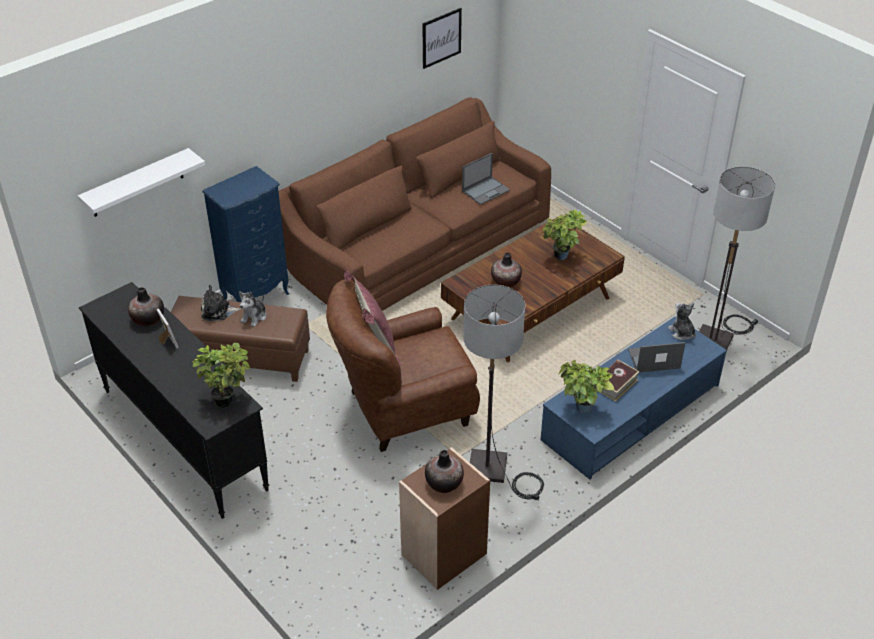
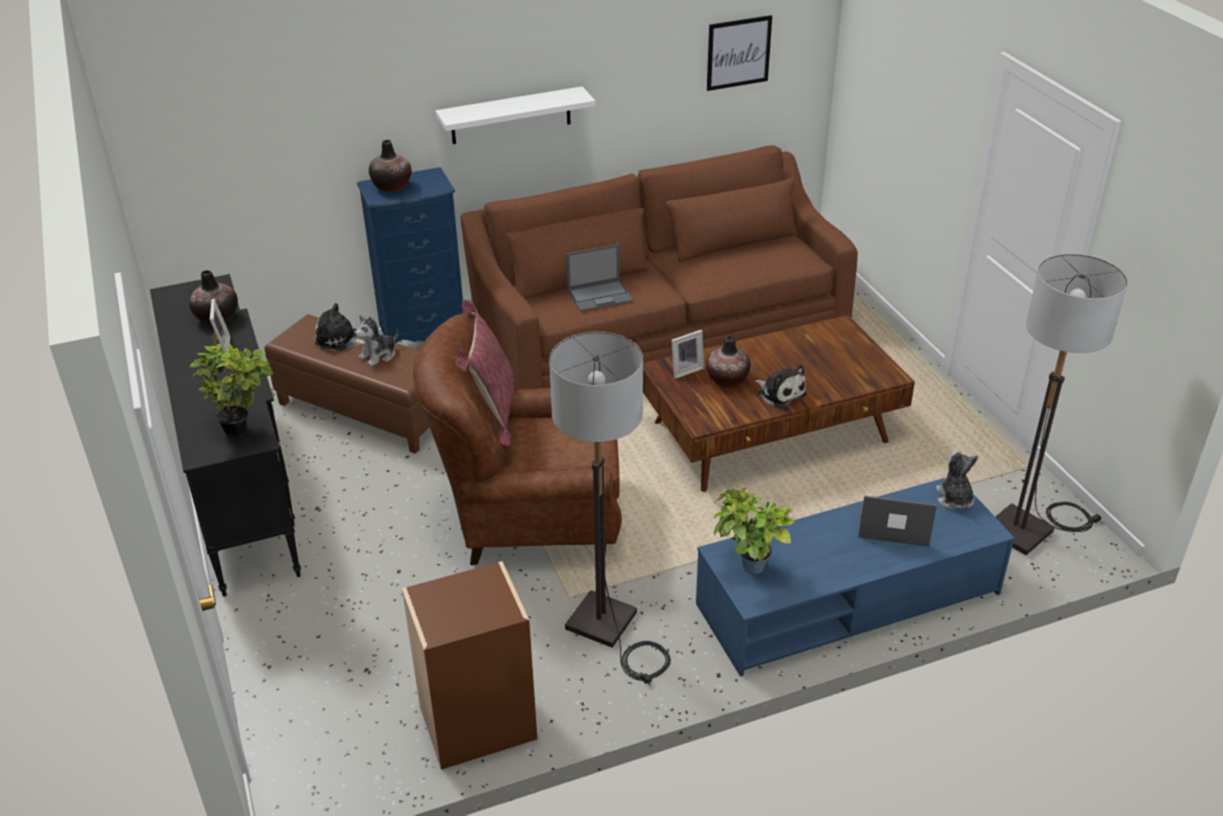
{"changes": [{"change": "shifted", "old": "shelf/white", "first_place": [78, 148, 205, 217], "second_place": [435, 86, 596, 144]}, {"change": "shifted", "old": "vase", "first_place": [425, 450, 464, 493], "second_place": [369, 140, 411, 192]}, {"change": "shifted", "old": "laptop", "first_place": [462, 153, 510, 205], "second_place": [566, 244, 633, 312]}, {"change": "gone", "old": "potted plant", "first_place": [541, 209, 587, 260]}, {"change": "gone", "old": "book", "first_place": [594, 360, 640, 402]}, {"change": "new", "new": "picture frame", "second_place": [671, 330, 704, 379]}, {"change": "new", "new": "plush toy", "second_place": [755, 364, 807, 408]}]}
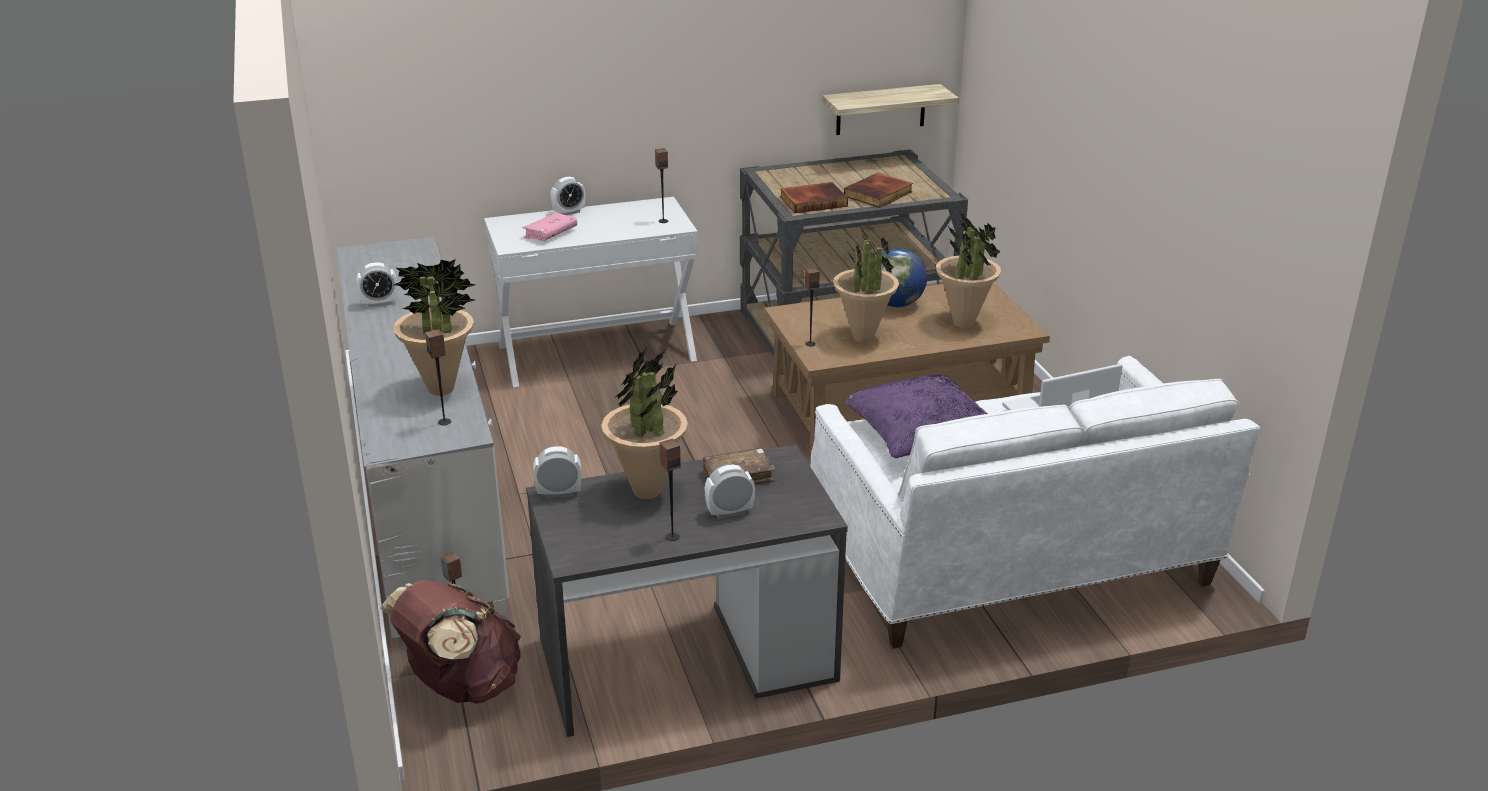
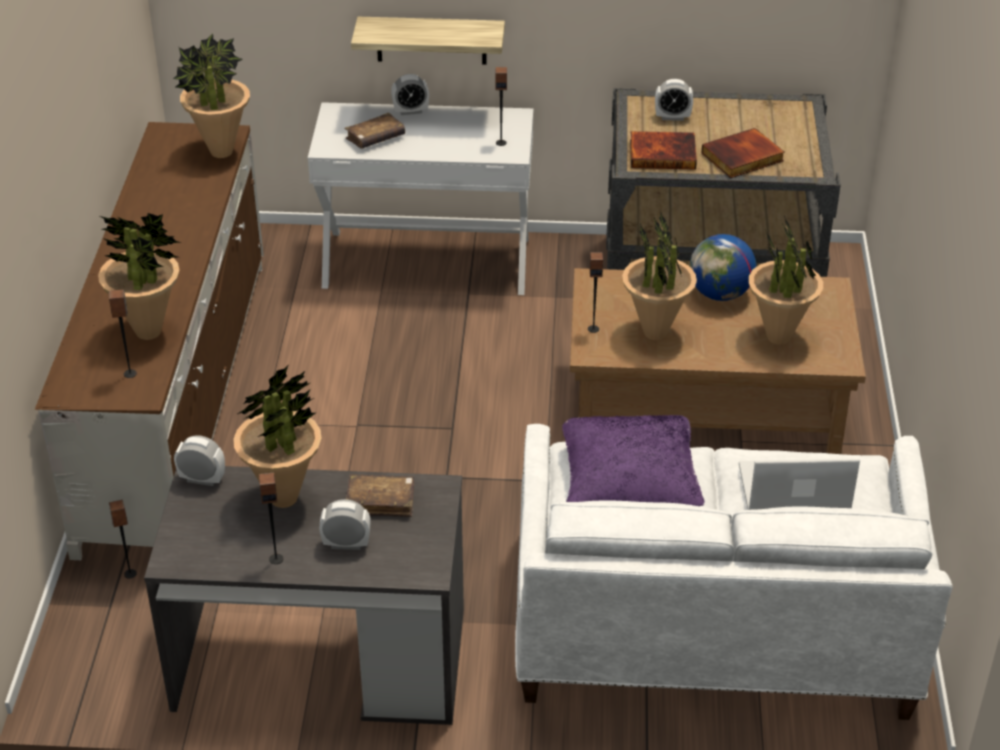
{"changes": [{"change": "repainted", "old": "cabinet/grey", "new": "cabinet/brown", "first_place": [336, 237, 510, 638], "second_place": [34, 122, 264, 560]}, {"change": "shifted", "old": "alarm clock", "first_place": [357, 262, 398, 307], "second_place": [655, 79, 693, 121]}, {"change": "gone", "old": "backpack/brown", "first_place": [380, 580, 521, 704]}, {"change": "repainted", "old": "book/pink", "new": "book/brown", "first_place": [523, 212, 577, 241], "second_place": [344, 113, 405, 149]}, {"change": "shifted", "old": "shelf", "first_place": [822, 84, 959, 135], "second_place": [351, 17, 505, 65]}, {"change": "new", "new": "potted plant", "second_place": [173, 34, 250, 158]}]}
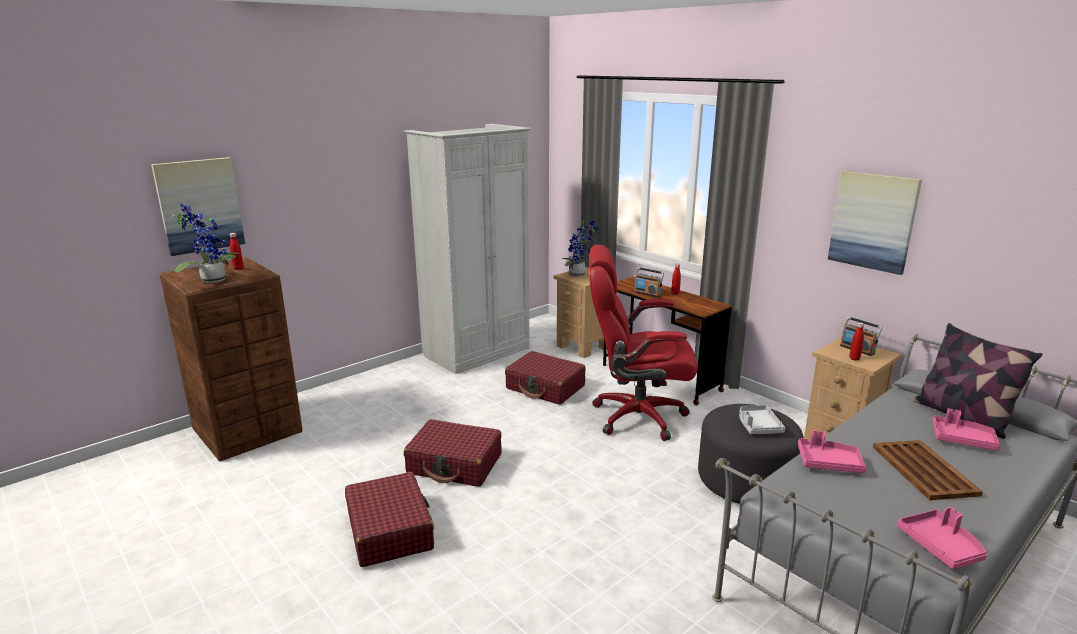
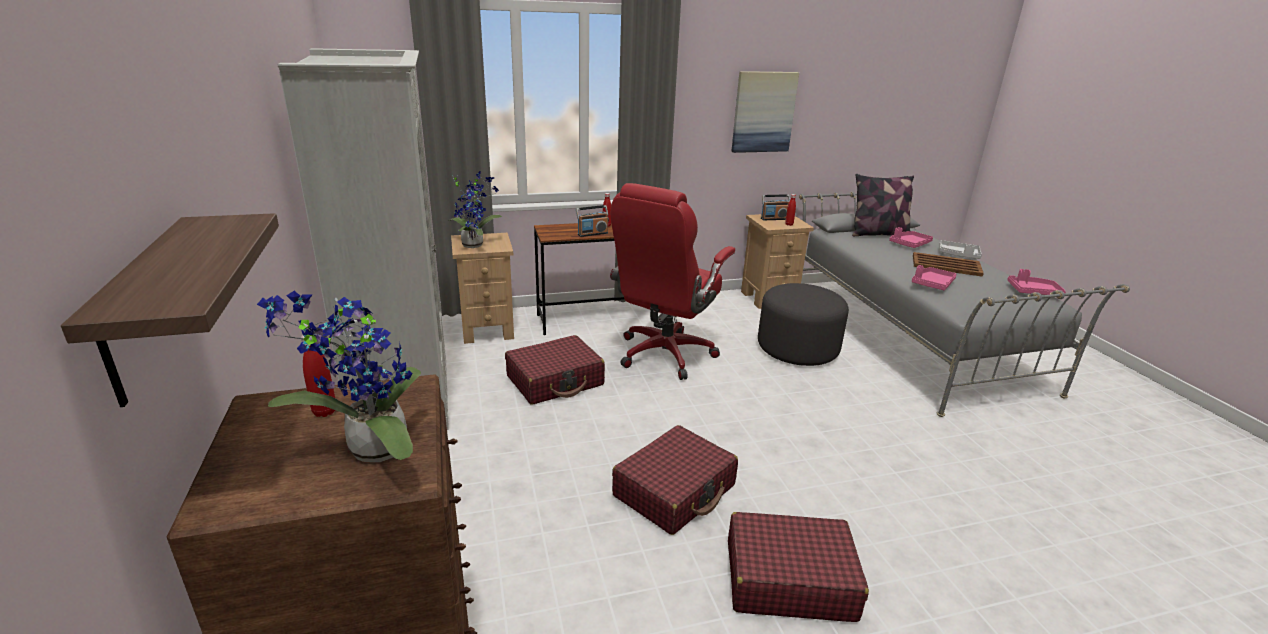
{"changes": [{"change": "swapped", "old": "picture", "new": "shelf", "first_place": [151, 157, 245, 256], "second_place": [61, 213, 279, 407]}, {"change": "shifted", "old": "tray/grey", "first_place": [739, 405, 785, 434], "second_place": [939, 240, 982, 259]}]}
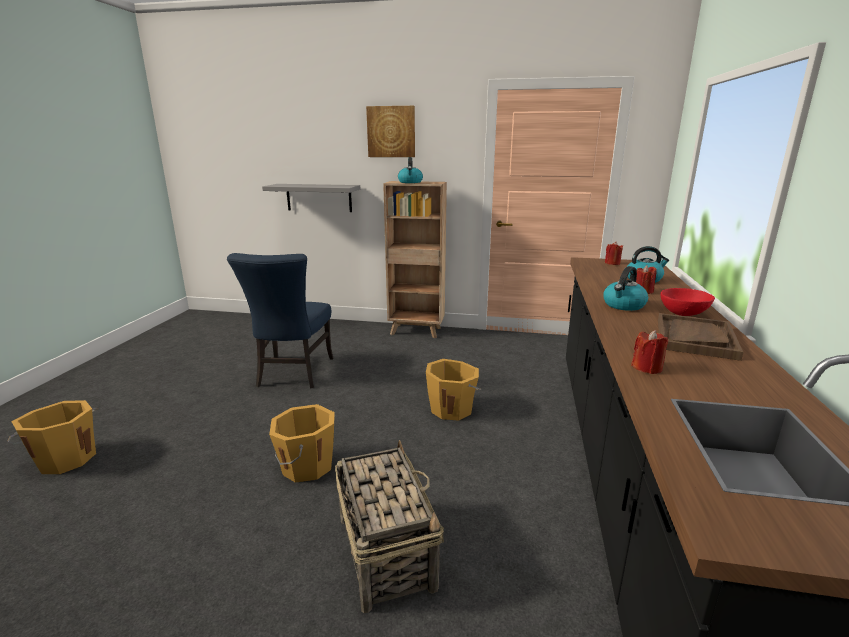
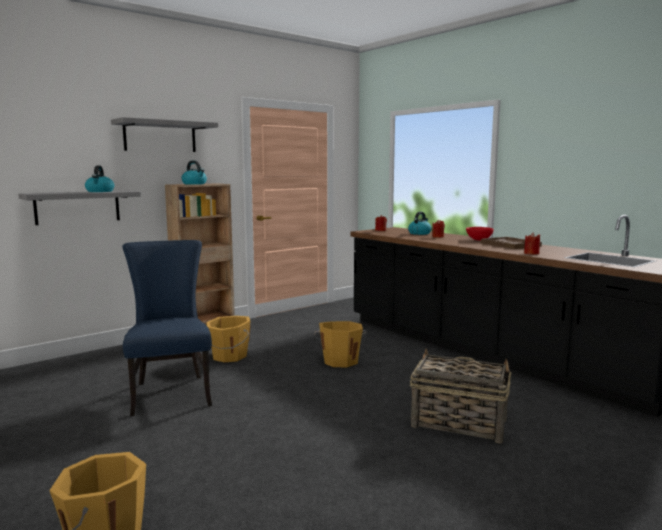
{"changes": [{"change": "rotated", "old": "chair/blue", "first_place": [227, 253, 334, 389], "second_place": [123, 240, 212, 416], "degrees": -150}, {"change": "shifted", "old": "bucket/orange", "first_place": [269, 404, 335, 483], "second_place": [207, 316, 251, 362]}, {"change": "swapped", "old": "picture", "new": "shelf/grey", "first_place": [366, 106, 415, 157], "second_place": [111, 117, 218, 152]}, {"change": "shifted", "old": "kettle", "first_place": [603, 266, 648, 311], "second_place": [85, 165, 114, 192]}]}
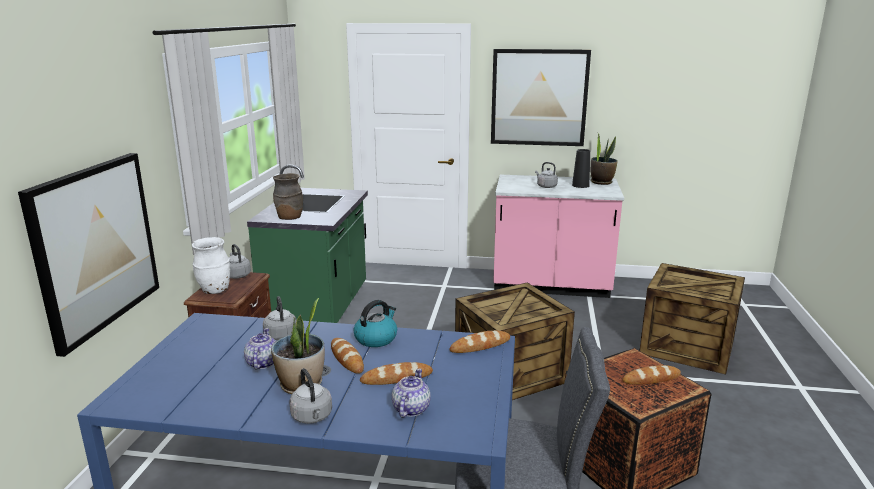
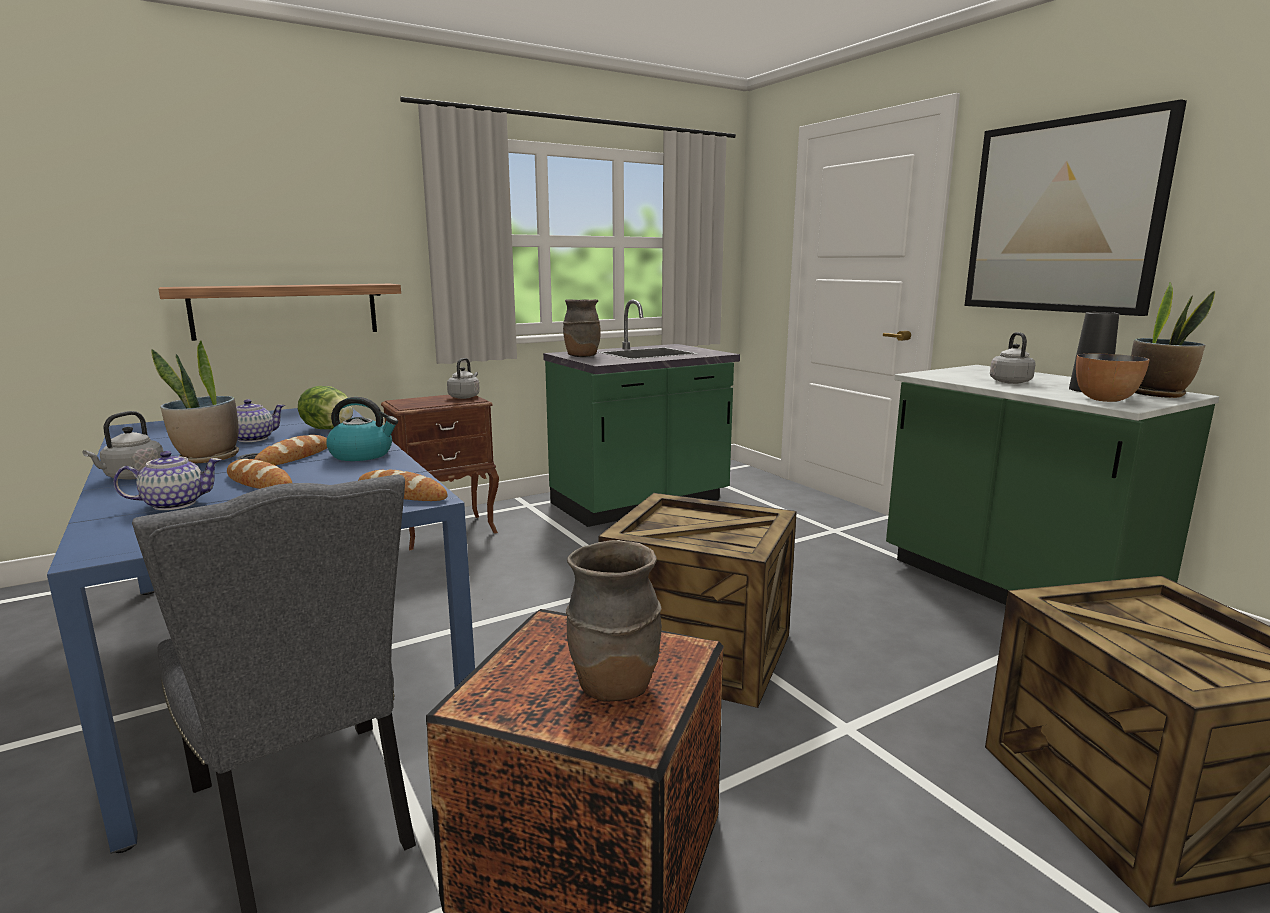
{"changes": [{"change": "swapped", "old": "picture", "new": "shelf", "first_place": [18, 153, 159, 357], "second_place": [159, 284, 401, 341]}, {"change": "gone", "old": "vase/white", "first_place": [192, 237, 230, 294]}, {"change": "swapped", "old": "kettle/grey", "new": "lettuce", "first_place": [263, 296, 297, 340], "second_place": [298, 386, 353, 429]}, {"change": "repainted", "old": "counter/pink", "new": "counter/green", "first_place": [493, 175, 624, 298], "second_place": [886, 365, 1219, 605]}, {"change": "swapped", "old": "bread", "new": "vase/brown", "first_place": [622, 365, 681, 385], "second_place": [566, 540, 662, 702]}, {"change": "new", "new": "bowl", "second_place": [1076, 354, 1149, 402]}]}
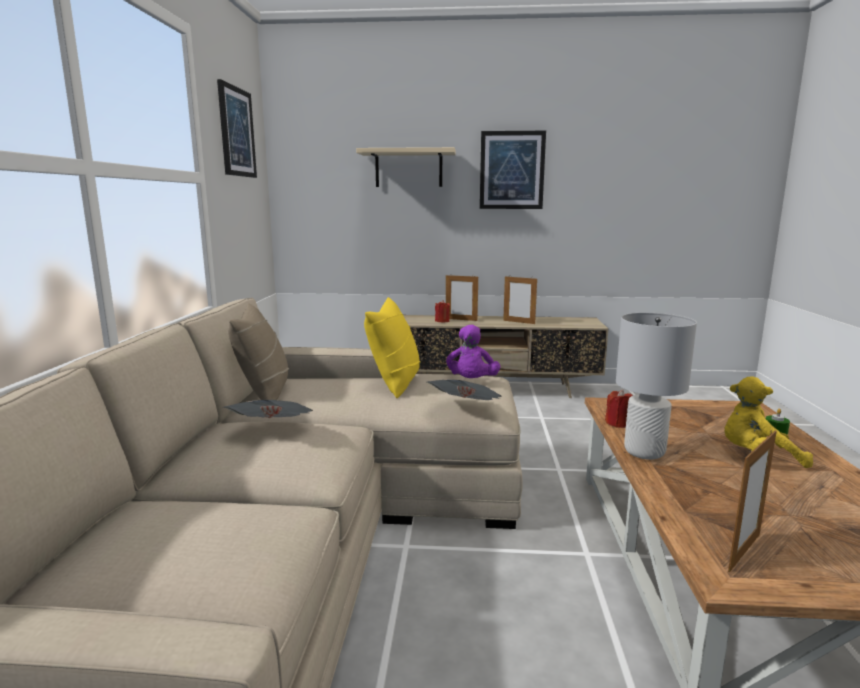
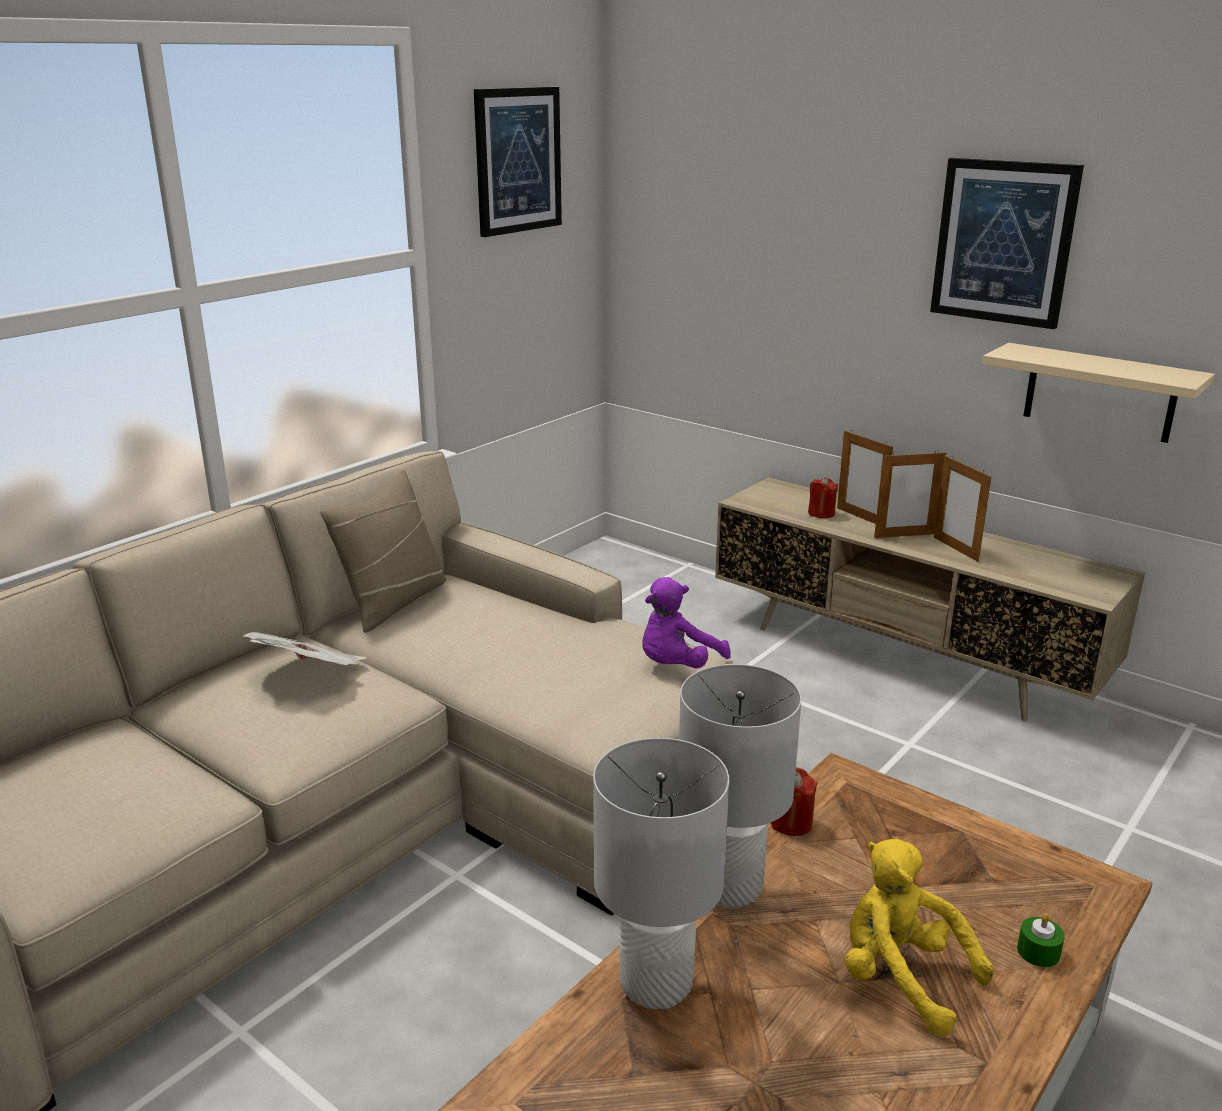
{"changes": [{"change": "shifted", "old": "shelf/beige", "first_place": [356, 147, 456, 187], "second_place": [982, 343, 1215, 443]}, {"change": "gone", "old": "pillow/yellow", "first_place": [364, 297, 420, 398]}, {"change": "gone", "old": "newspaper", "first_place": [427, 380, 502, 400]}, {"change": "shifted", "old": "picture frame", "first_place": [728, 430, 777, 572], "second_place": [874, 451, 946, 538]}, {"change": "new", "new": "table lamp/grey", "second_place": [593, 738, 729, 1010]}]}
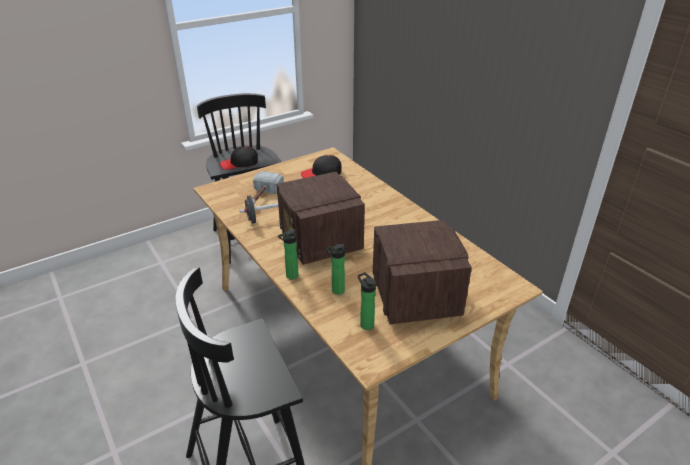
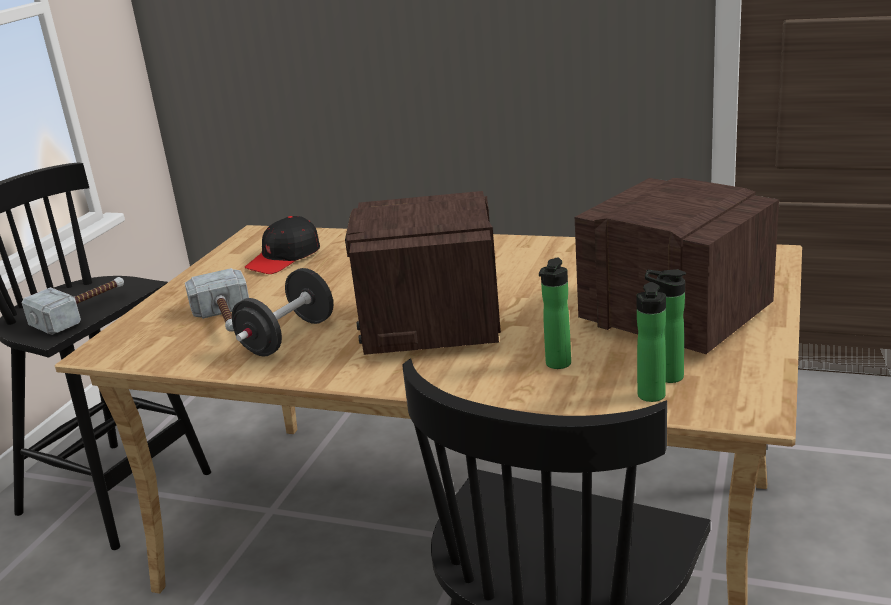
{"changes": [{"change": "swapped", "old": "cap/black", "new": "hammer", "first_place": [220, 146, 258, 170], "second_place": [22, 277, 124, 335]}, {"change": "rotated", "old": "radio", "first_place": [277, 172, 365, 265], "second_place": [345, 191, 501, 355], "degrees": 60}, {"change": "shifted", "old": "bottle", "first_place": [278, 229, 299, 280], "second_place": [636, 282, 666, 402]}]}
